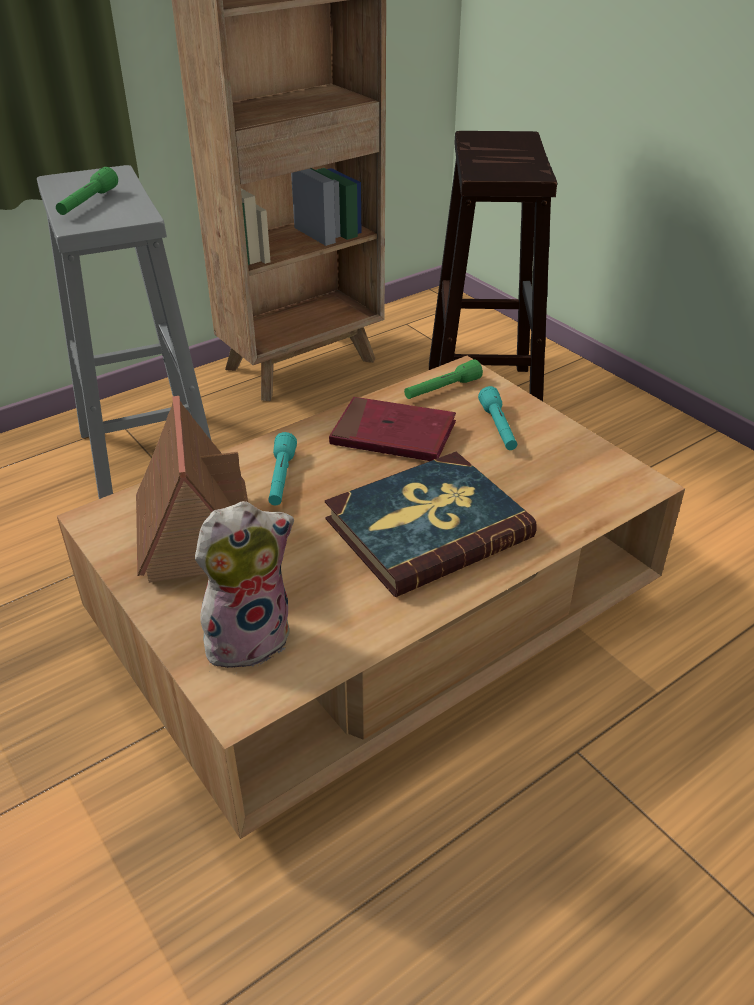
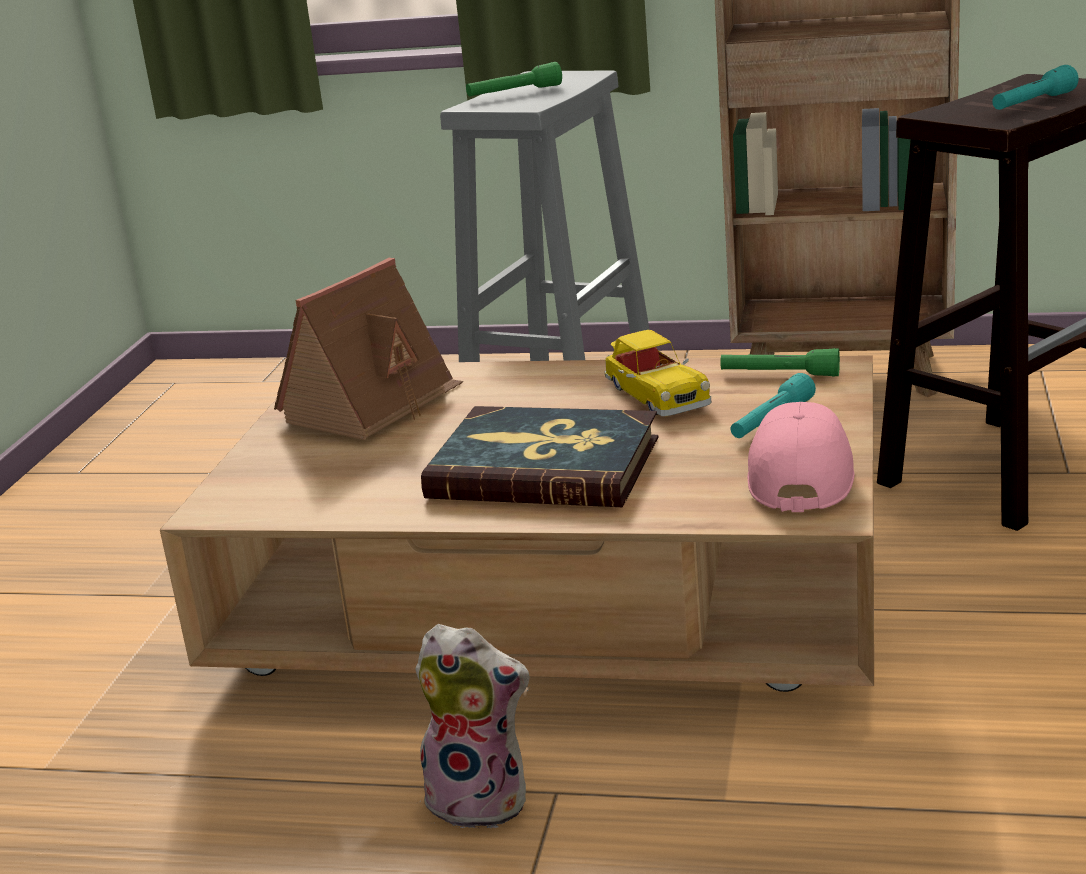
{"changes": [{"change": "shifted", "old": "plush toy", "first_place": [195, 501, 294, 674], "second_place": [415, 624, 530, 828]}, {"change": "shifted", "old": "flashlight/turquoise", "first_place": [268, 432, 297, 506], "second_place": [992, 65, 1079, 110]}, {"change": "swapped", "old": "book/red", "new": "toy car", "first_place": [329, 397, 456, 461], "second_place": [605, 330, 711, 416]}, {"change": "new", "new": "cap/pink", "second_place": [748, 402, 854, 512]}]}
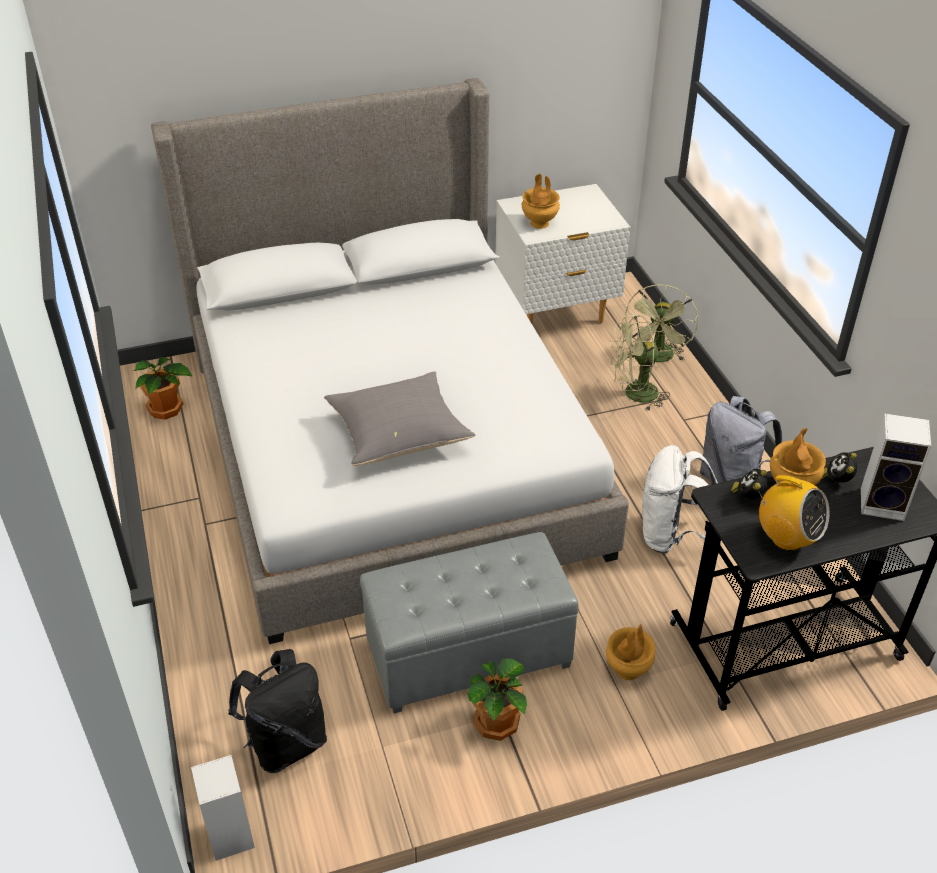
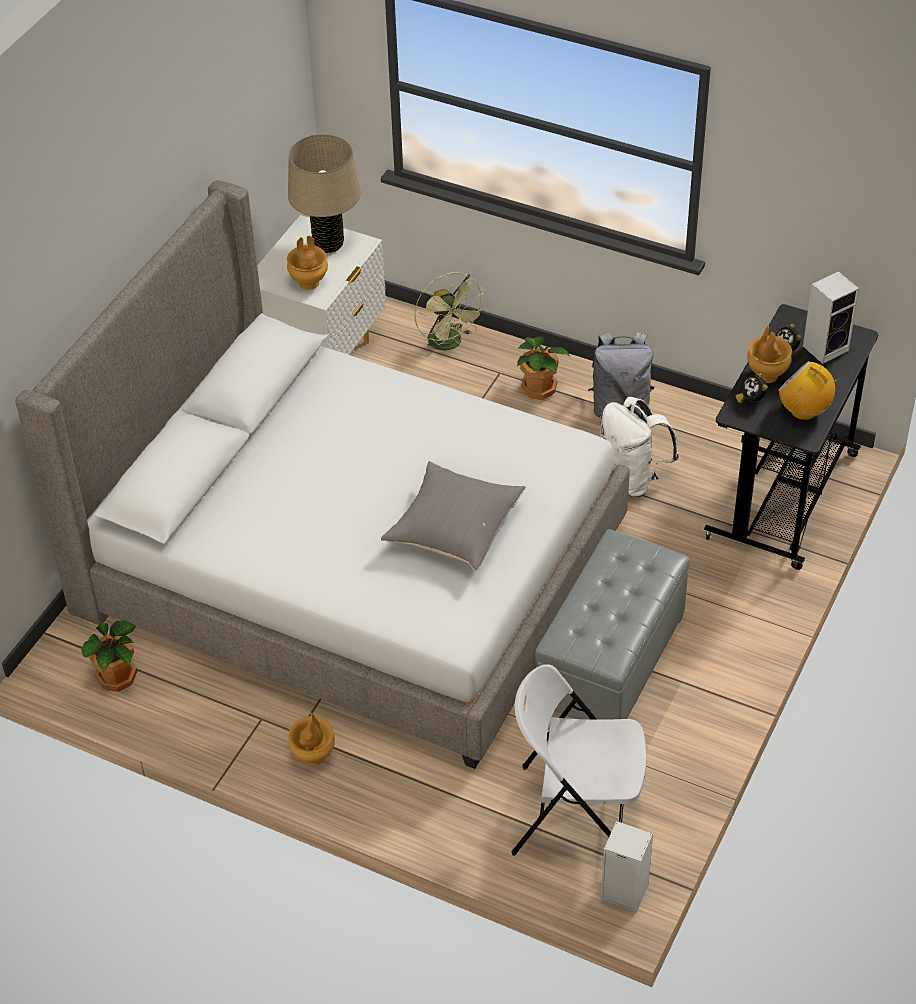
{"changes": [{"change": "swapped", "old": "backpack/black", "new": "chair/white", "first_place": [228, 649, 327, 773], "second_place": [512, 664, 646, 856]}, {"change": "shifted", "old": "potted plant", "first_place": [468, 659, 527, 741], "second_place": [517, 336, 570, 400]}, {"change": "shifted", "old": "vase/brown", "first_place": [606, 624, 656, 680], "second_place": [288, 712, 335, 766]}, {"change": "gone", "old": "fan/green", "first_place": [610, 315, 670, 410]}, {"change": "rotated", "old": "radio", "first_place": [757, 475, 830, 551], "second_place": [779, 361, 843, 420], "degrees": -135}, {"change": "new", "new": "table lamp/beige", "second_place": [288, 134, 361, 253]}]}
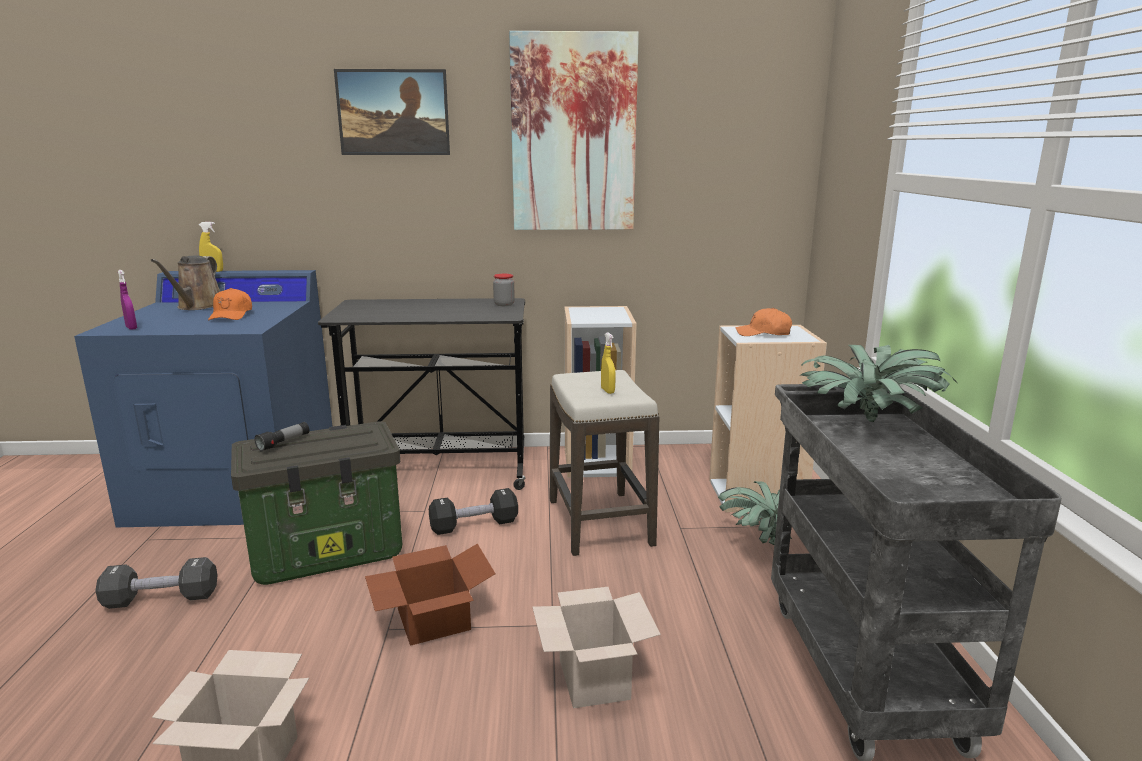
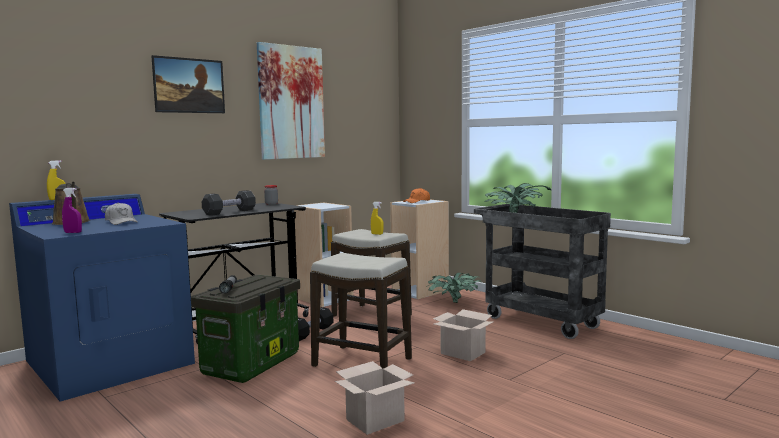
{"changes": [{"change": "shifted", "old": "dumbbell/black", "first_place": [95, 557, 217, 609], "second_place": [202, 190, 256, 216]}, {"change": "repainted", "old": "cap/orange", "new": "cap/white", "first_place": [208, 288, 252, 320], "second_place": [105, 202, 138, 225]}, {"change": "swapped", "old": "cardboard box", "new": "stool", "first_place": [365, 543, 495, 646], "second_place": [310, 253, 412, 369]}]}
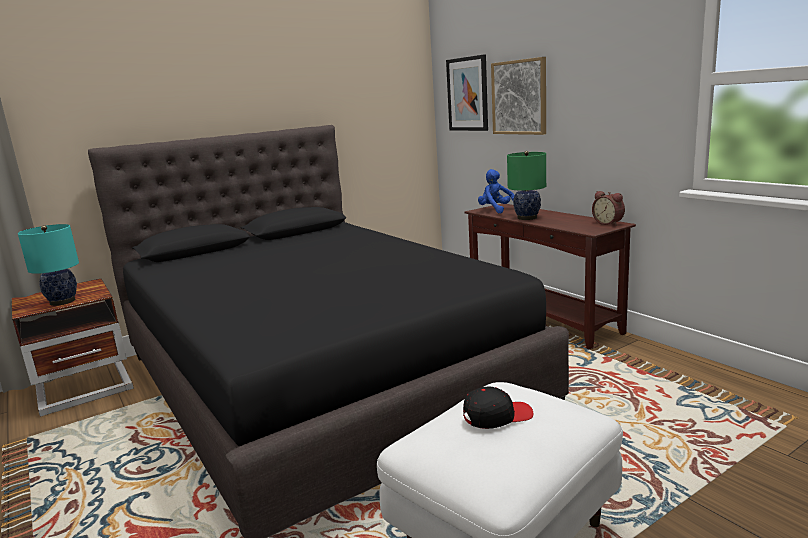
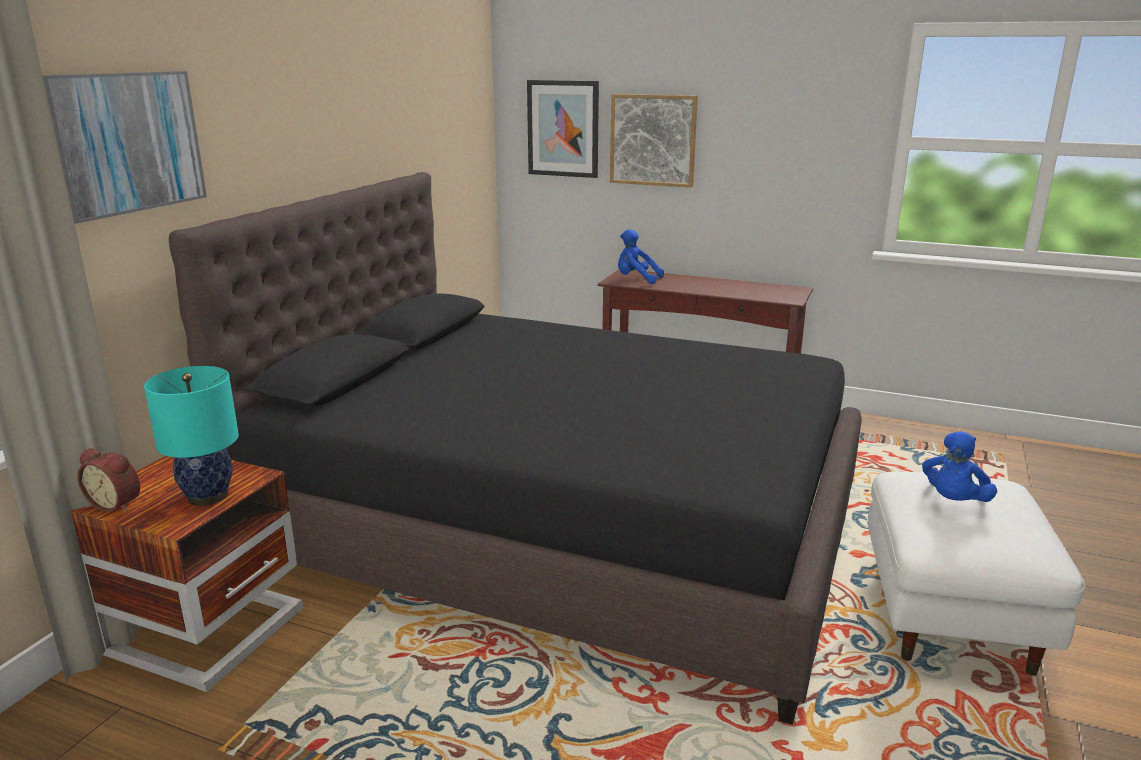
{"changes": [{"change": "swapped", "old": "cap/black", "new": "plush toy/blue", "first_place": [463, 386, 533, 429], "second_place": [922, 431, 997, 502]}, {"change": "gone", "old": "table lamp/green", "first_place": [507, 151, 546, 220]}, {"change": "shifted", "old": "alarm clock", "first_place": [592, 191, 625, 226], "second_place": [77, 448, 140, 512]}, {"change": "new", "new": "picture", "second_place": [42, 71, 207, 224]}]}
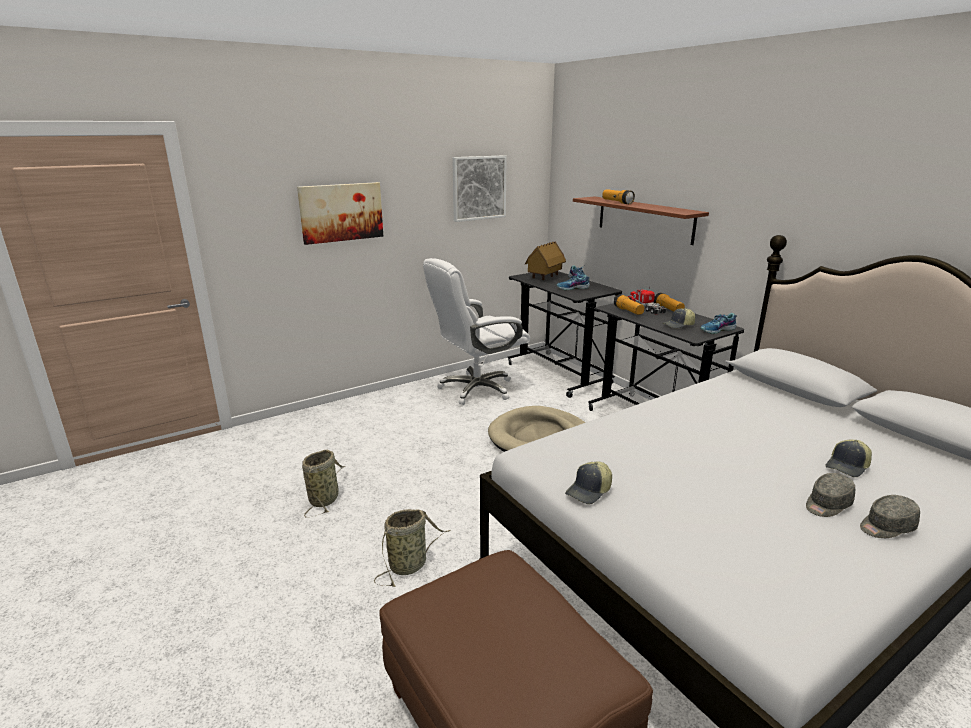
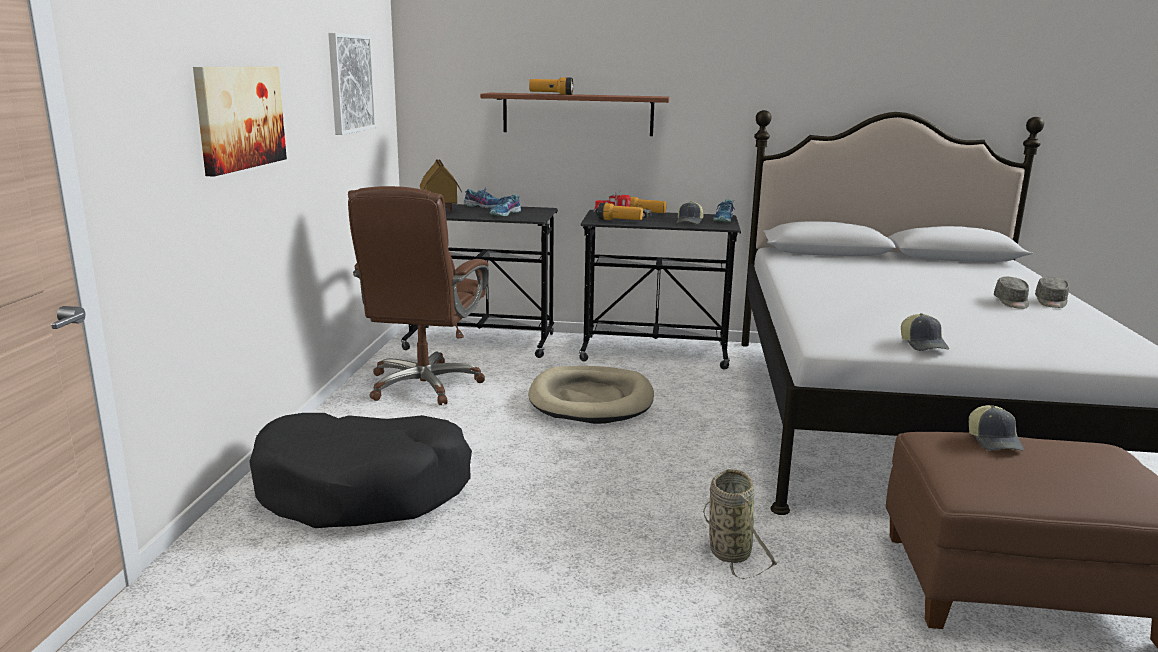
{"changes": [{"change": "gone", "old": "basket", "first_place": [302, 450, 345, 518]}, {"change": "repainted", "old": "office chair/white", "new": "office chair/brown", "first_place": [423, 258, 530, 405], "second_place": [348, 186, 489, 405]}, {"change": "shifted", "old": "cap", "first_place": [825, 439, 872, 477], "second_place": [969, 405, 1024, 451]}, {"change": "new", "new": "dog bed/black", "second_place": [249, 413, 472, 528]}]}
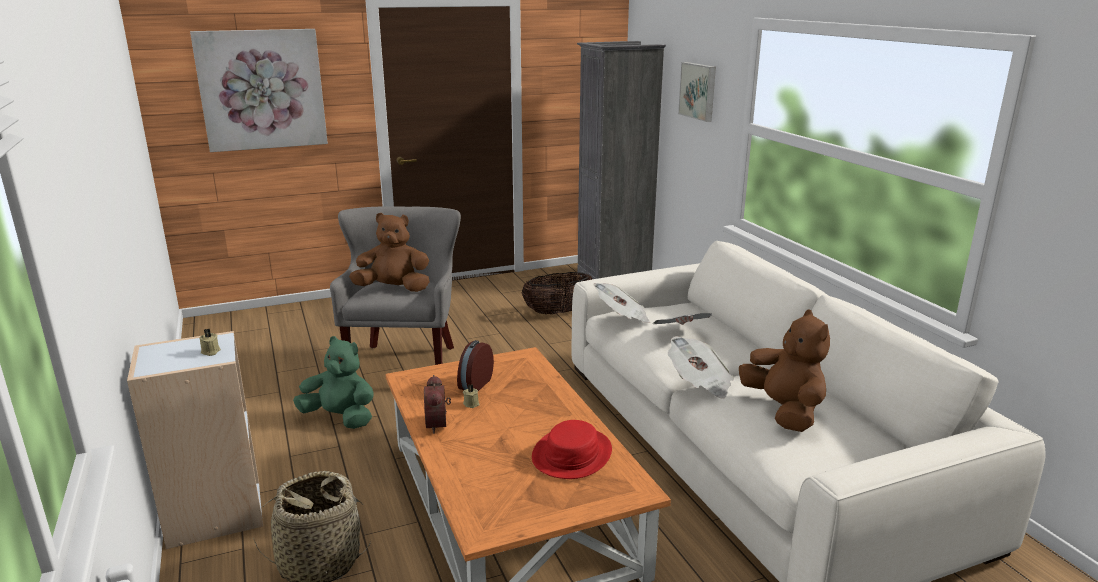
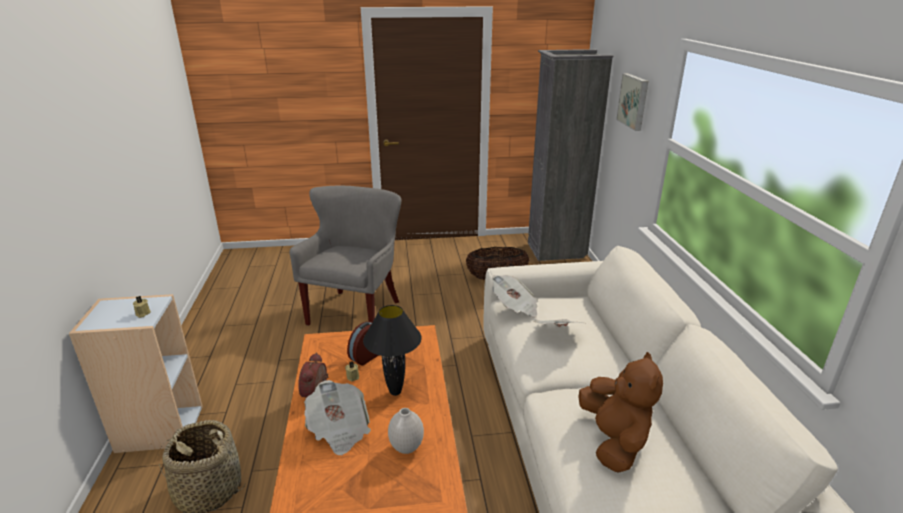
{"changes": [{"change": "gone", "old": "picture", "first_place": [190, 29, 328, 152]}, {"change": "gone", "old": "plush toy/green", "first_place": [293, 336, 374, 429]}, {"change": "gone", "old": "plush toy/brown", "first_place": [349, 213, 430, 292]}, {"change": "swapped", "old": "hat/red", "new": "vase/white", "first_place": [532, 420, 612, 479], "second_place": [388, 408, 424, 454]}, {"change": "shifted", "old": "newspaper", "first_place": [668, 336, 734, 398], "second_place": [304, 380, 371, 455]}, {"change": "new", "new": "table lamp/black", "second_place": [363, 305, 422, 396]}]}
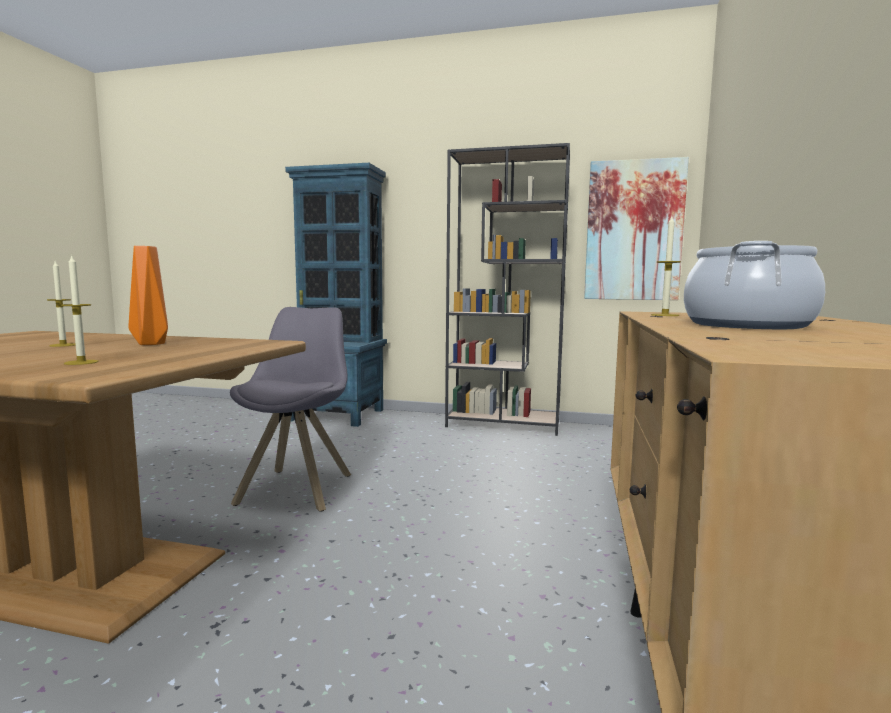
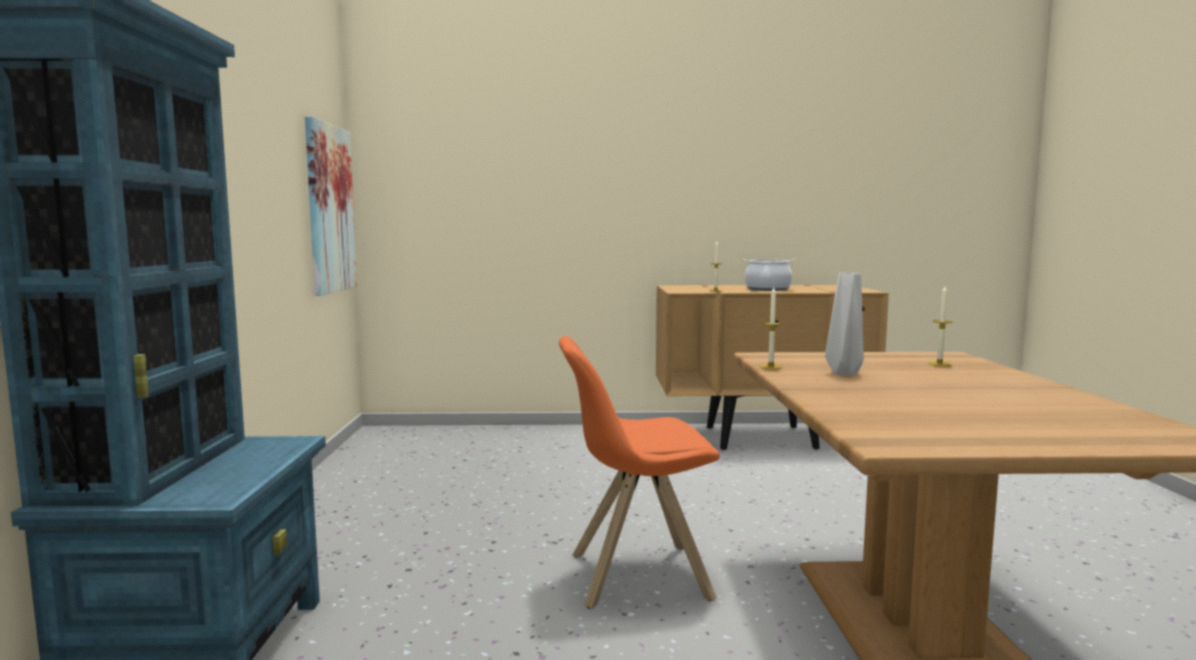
{"changes": [{"change": "shifted", "old": "candle", "first_place": [47, 261, 76, 347], "second_place": [760, 287, 782, 369]}, {"change": "repainted", "old": "vase/orange", "new": "vase/grey", "first_place": [129, 246, 168, 345], "second_place": [825, 273, 864, 376]}, {"change": "repainted", "old": "chair/grey", "new": "chair/orange", "first_place": [230, 307, 351, 512], "second_place": [559, 336, 720, 609]}, {"change": "gone", "old": "bookcase", "first_place": [445, 143, 570, 436]}]}
